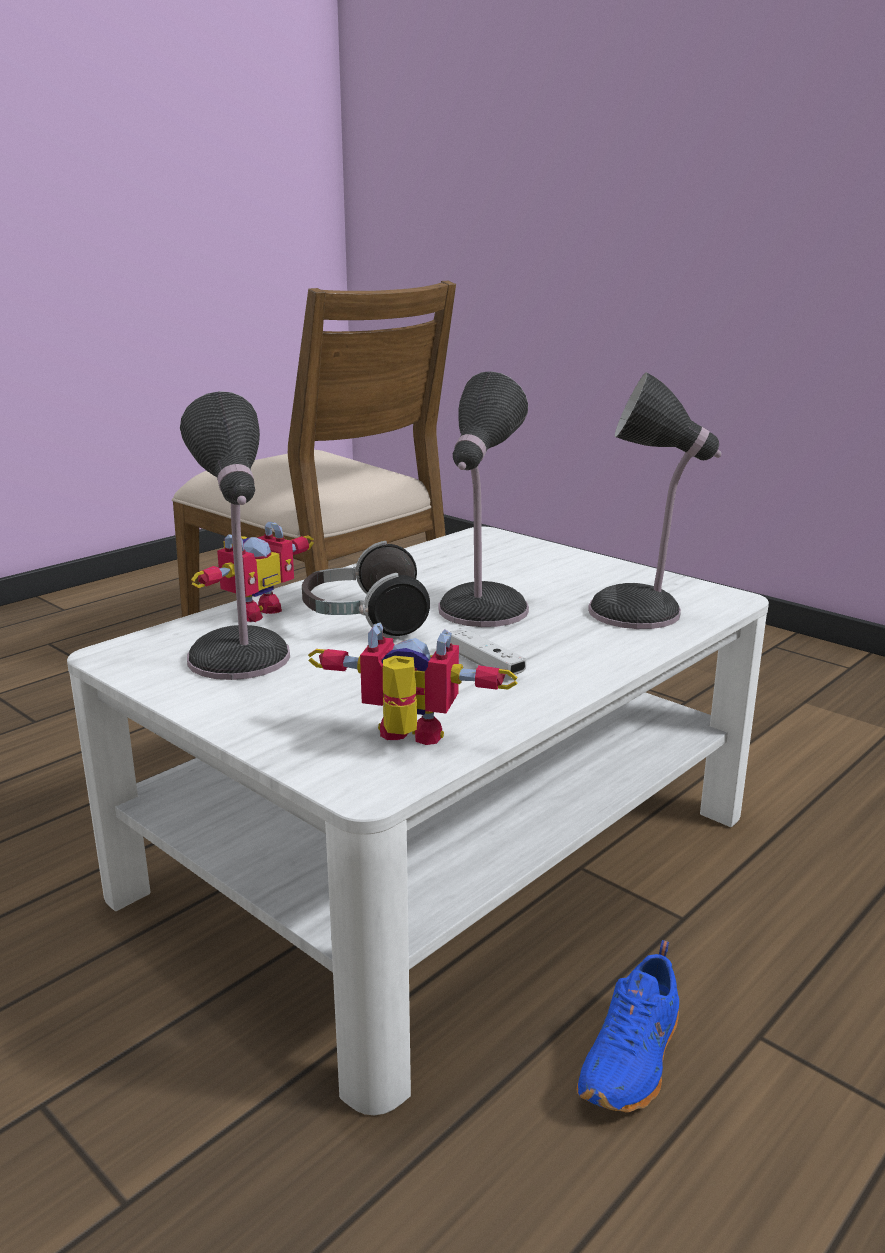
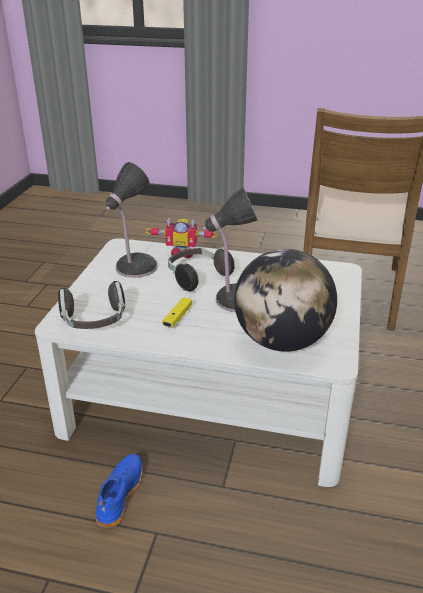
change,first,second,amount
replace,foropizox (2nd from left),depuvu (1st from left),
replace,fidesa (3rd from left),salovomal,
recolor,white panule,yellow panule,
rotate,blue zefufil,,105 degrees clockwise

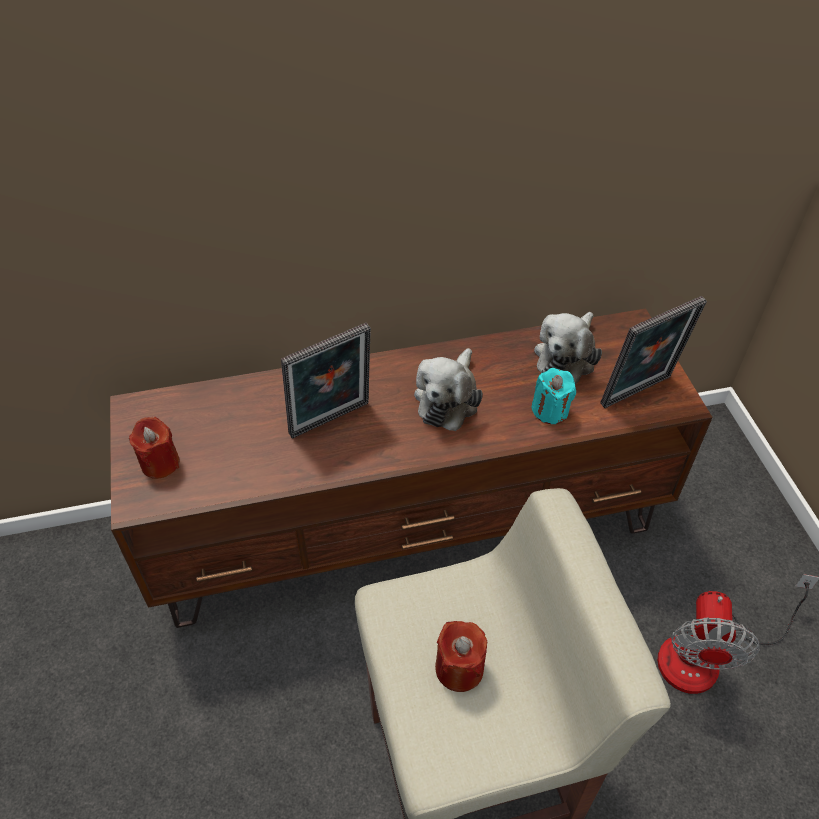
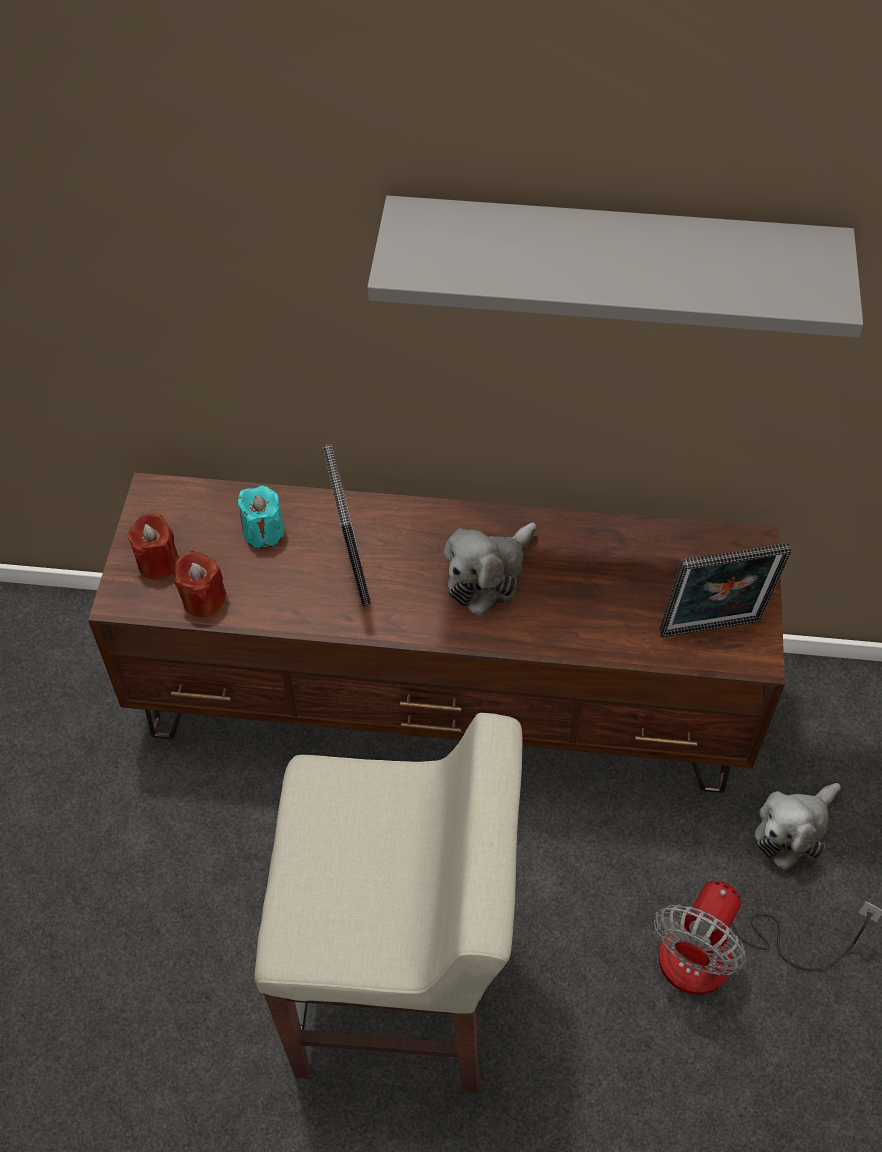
change,first,second,amount
insert,,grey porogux,
move,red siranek (2nd from left),,
move,turquoise siranek,,
move,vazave (2nd from left),,
rotate,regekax (1st from left),,90 degrees clockwise

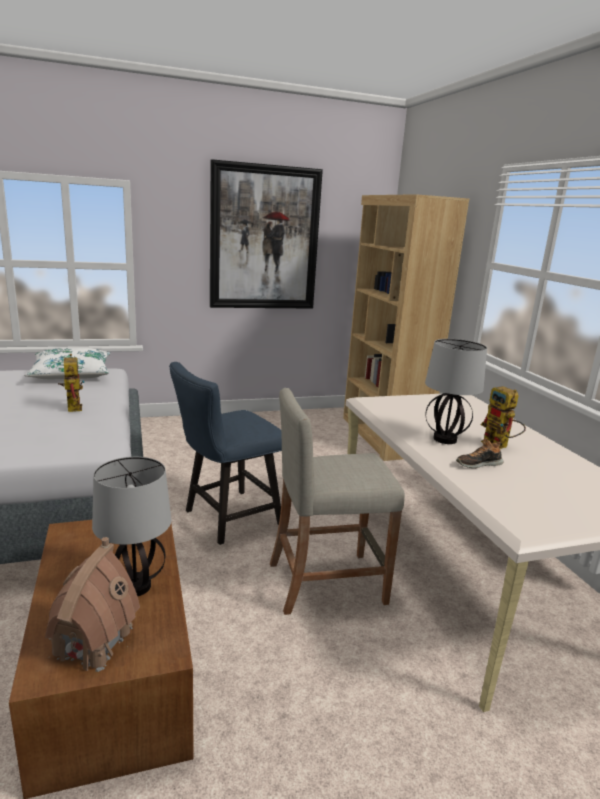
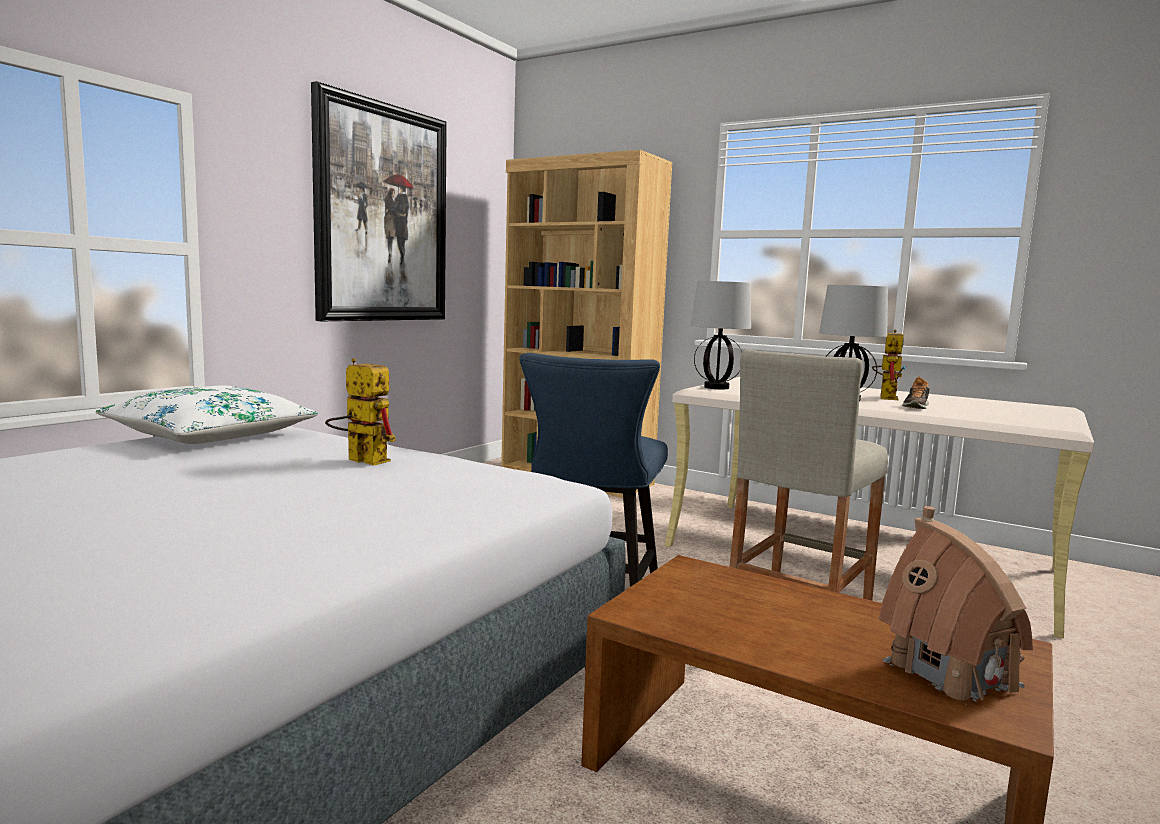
change,first,second,amount
move,fidesa (1st from left),,
rotate,foropizox (2nd from left),,90 degrees counterclockwise

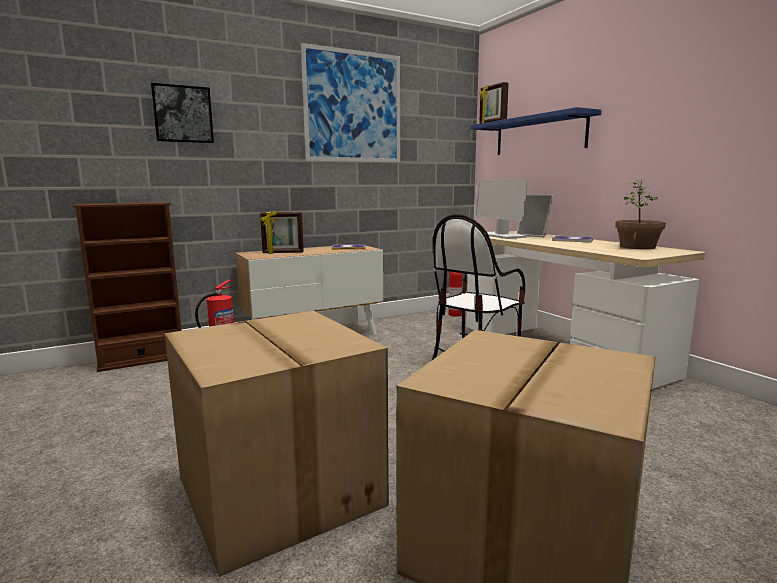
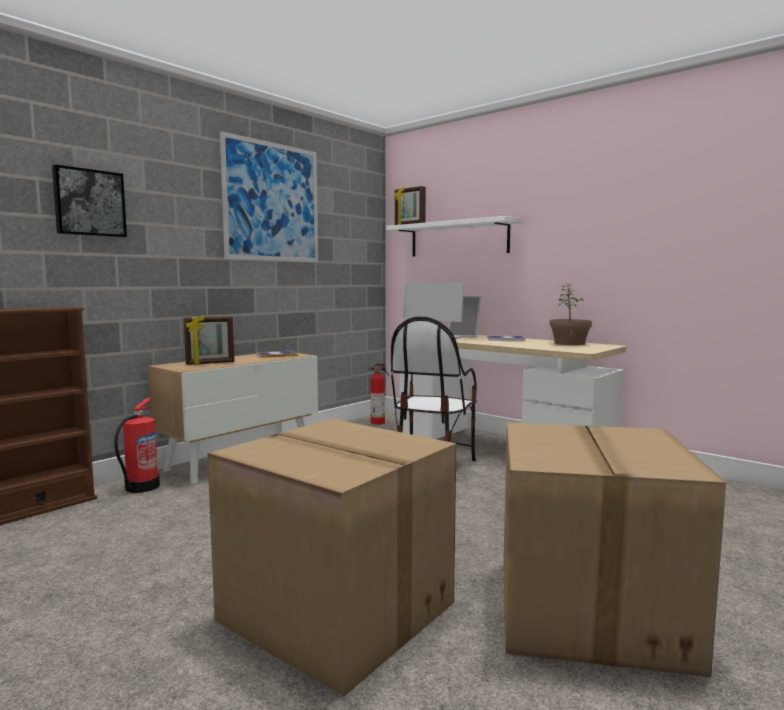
change,first,second,amount
recolor,blue porogux,white porogux,

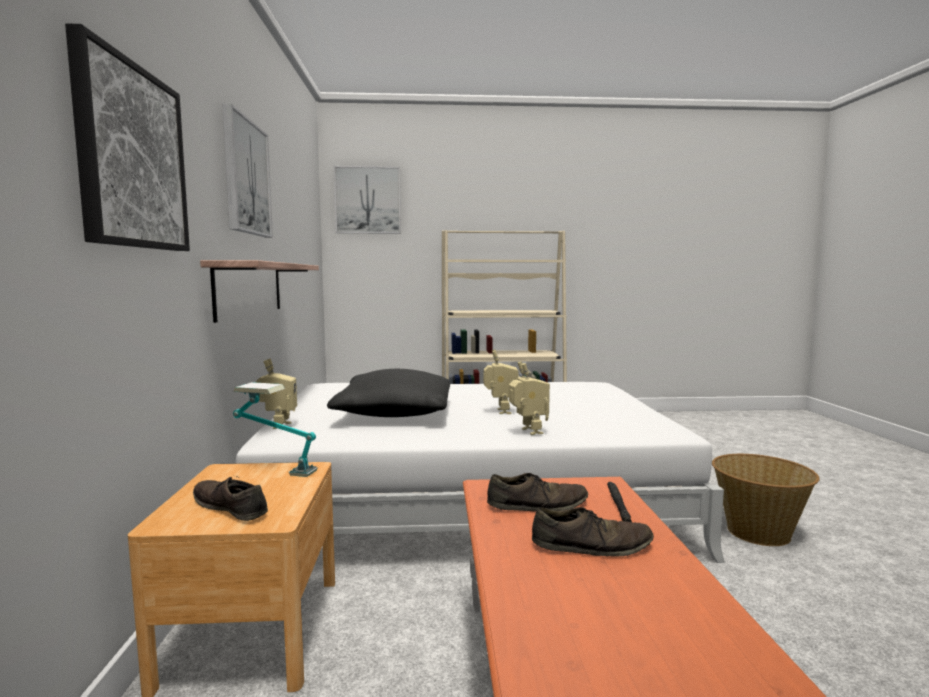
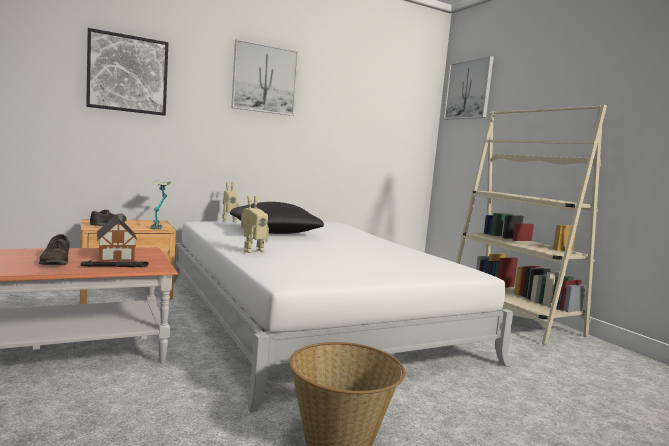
change,first,second,amount
delete,porogux,,
delete,foropizox (2nd from left),,
replace,brown zefufil (2nd from left),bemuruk,

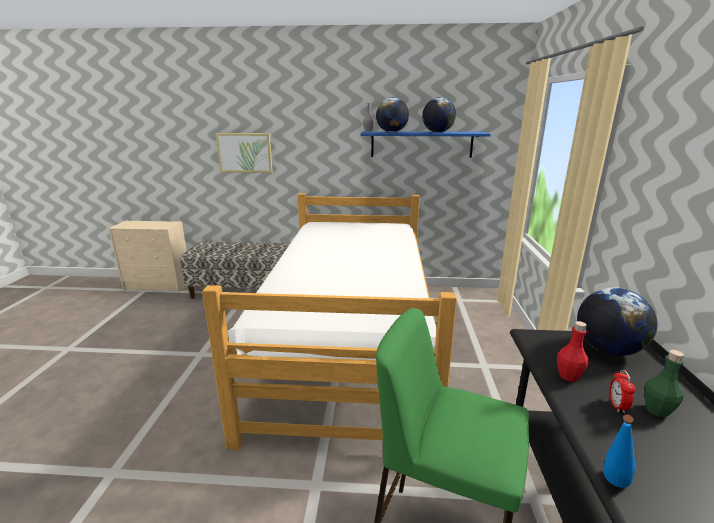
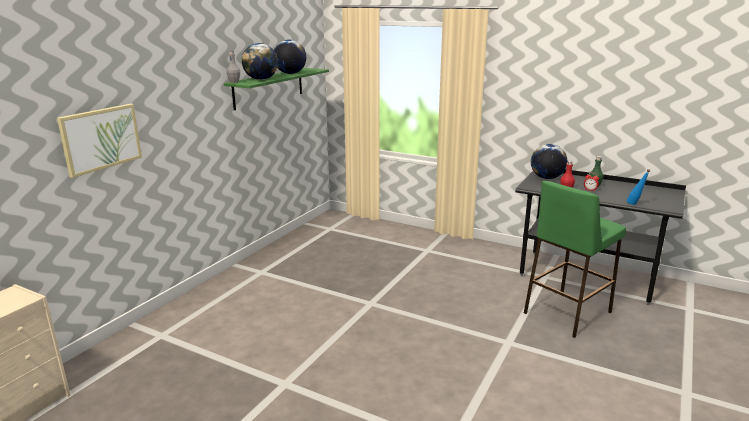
change,first,second,amount
delete,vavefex,,
delete,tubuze,,
recolor,blue porogux,green porogux,

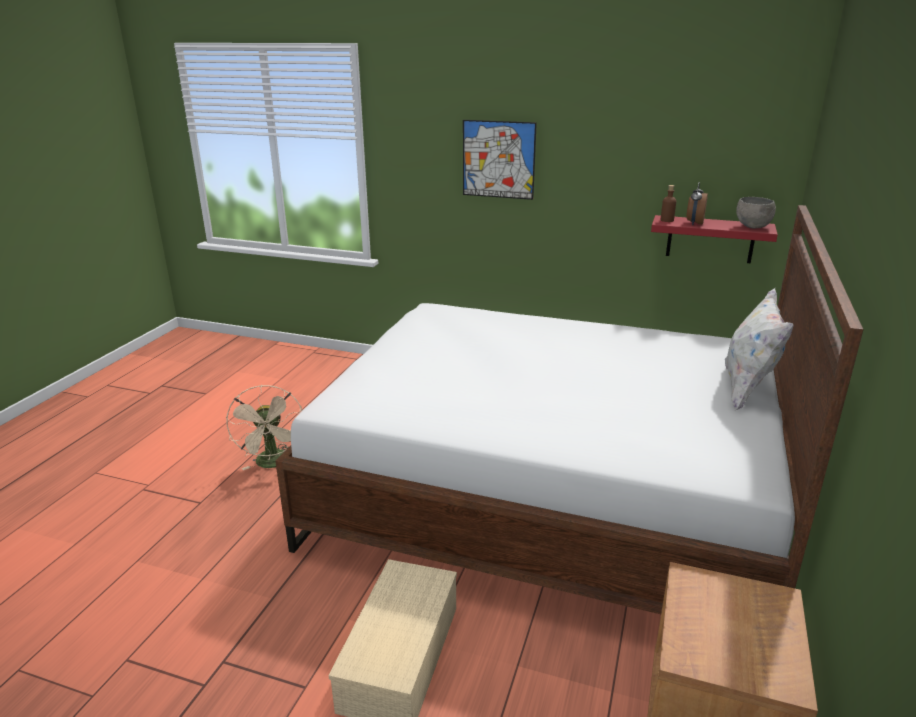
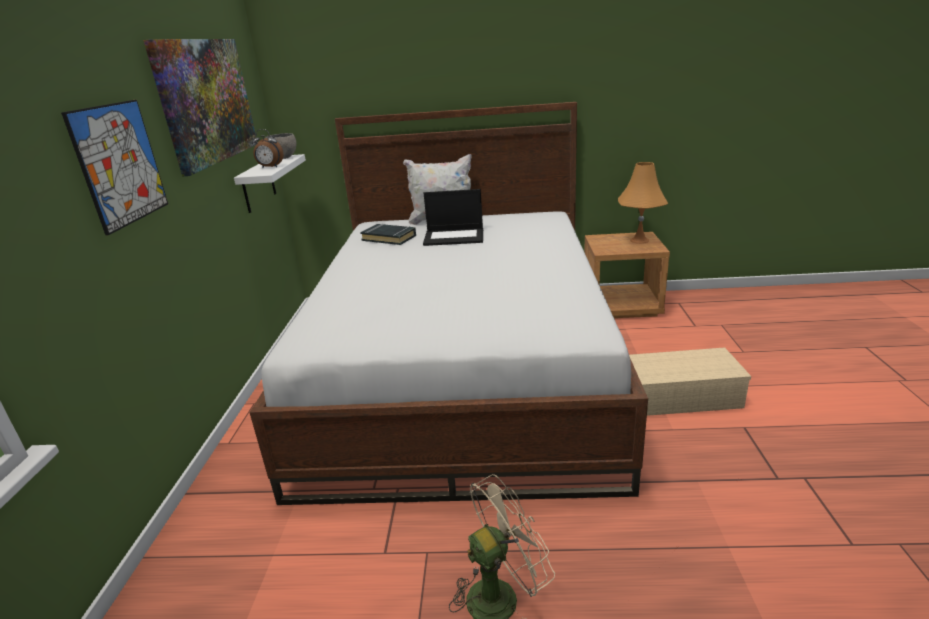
change,first,second,amount
delete,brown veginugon,,
insert,,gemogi (2nd from left),
insert,,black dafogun,
insert,,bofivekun,
insert,,orange fidesa,
recolor,red porogux,white porogux,

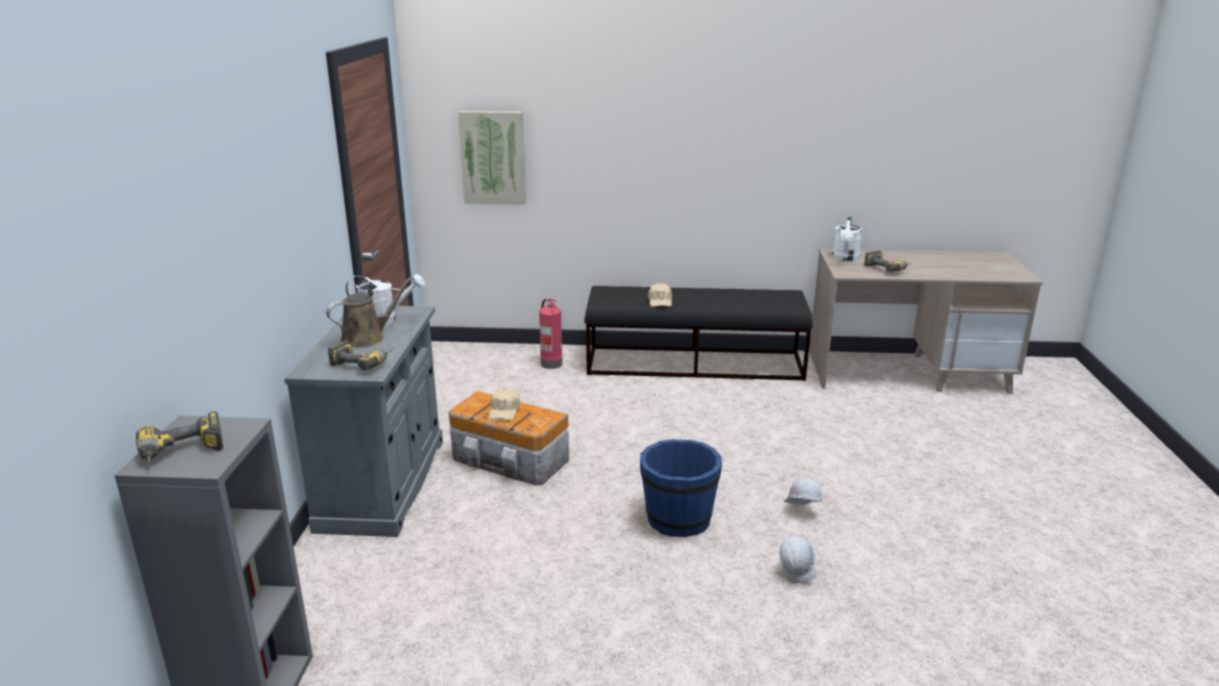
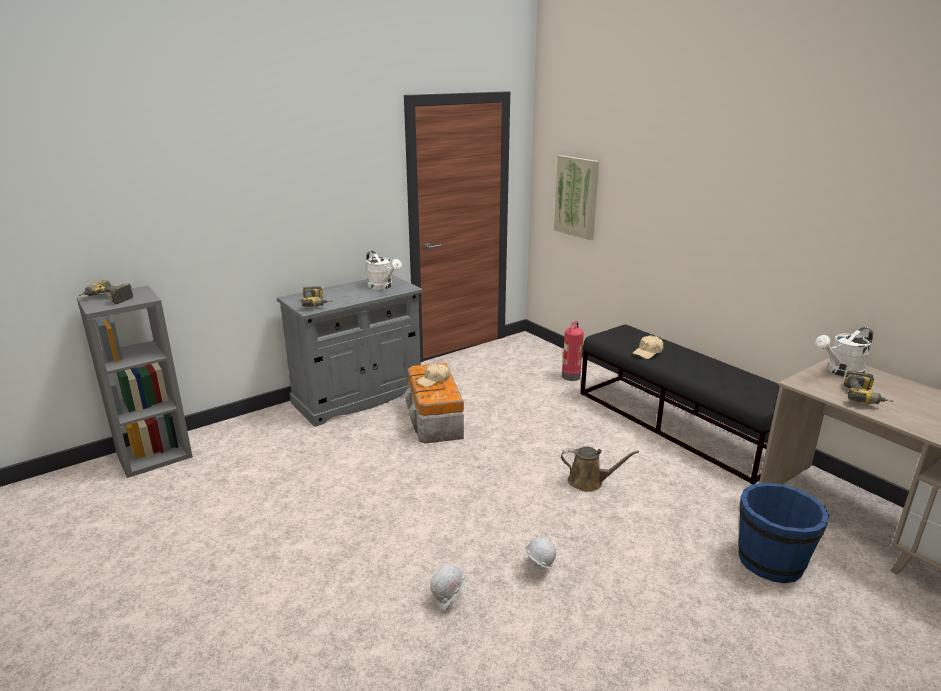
change,first,second,amount
move,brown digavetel,,
move,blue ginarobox,,

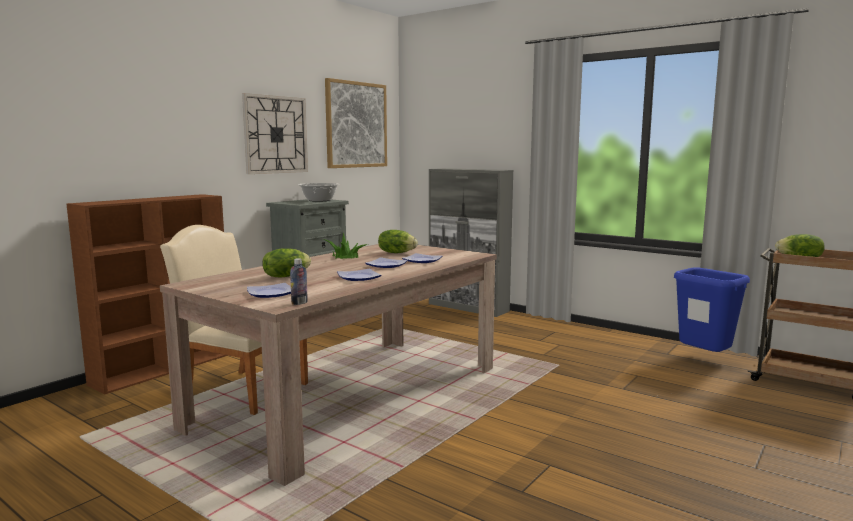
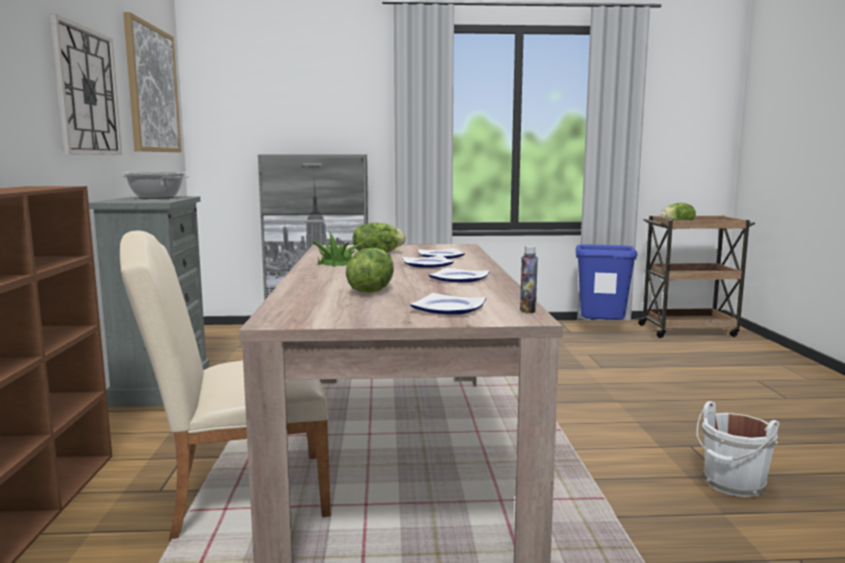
change,first,second,amount
insert,,white ginarobox,

